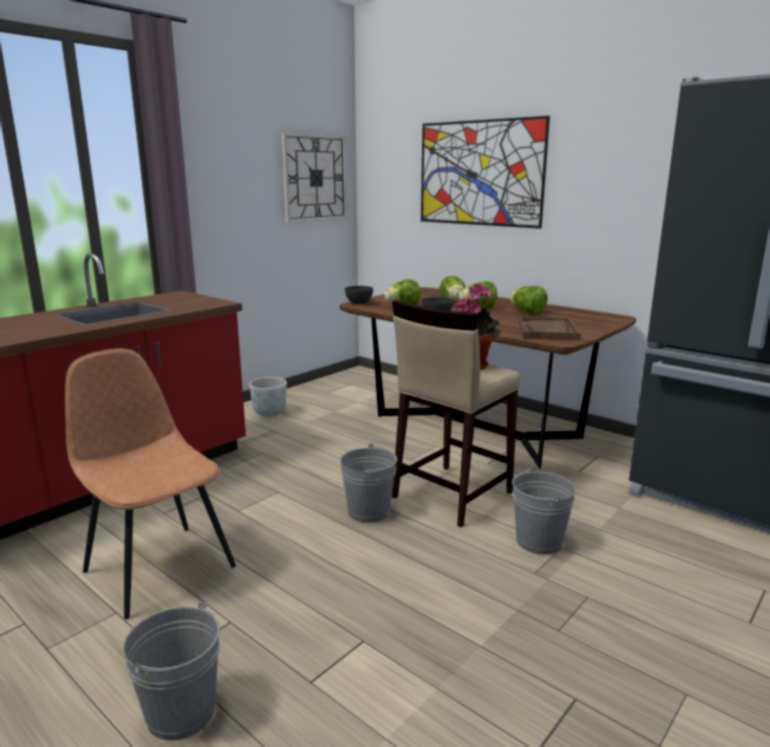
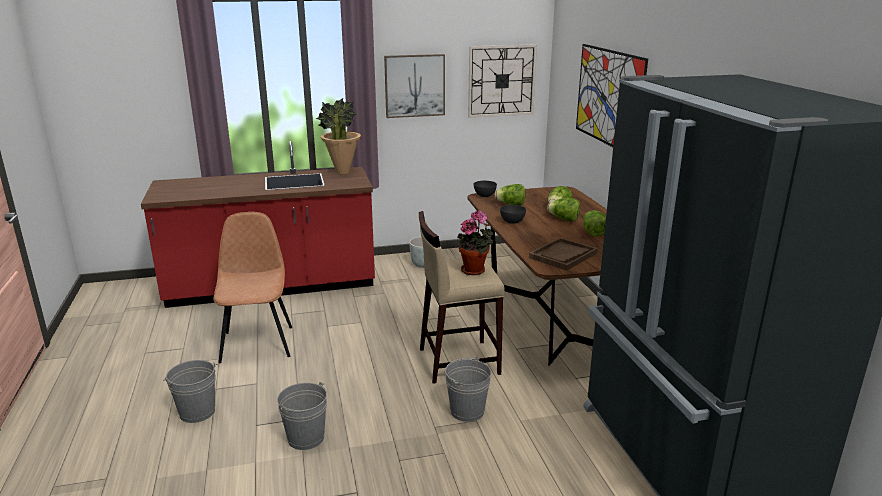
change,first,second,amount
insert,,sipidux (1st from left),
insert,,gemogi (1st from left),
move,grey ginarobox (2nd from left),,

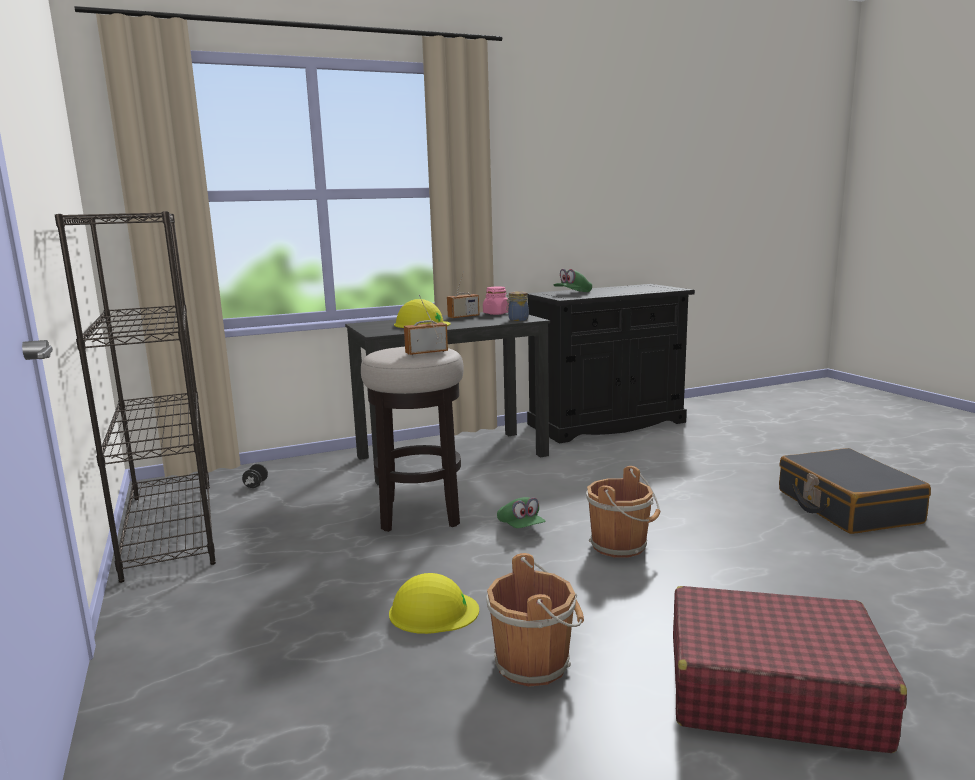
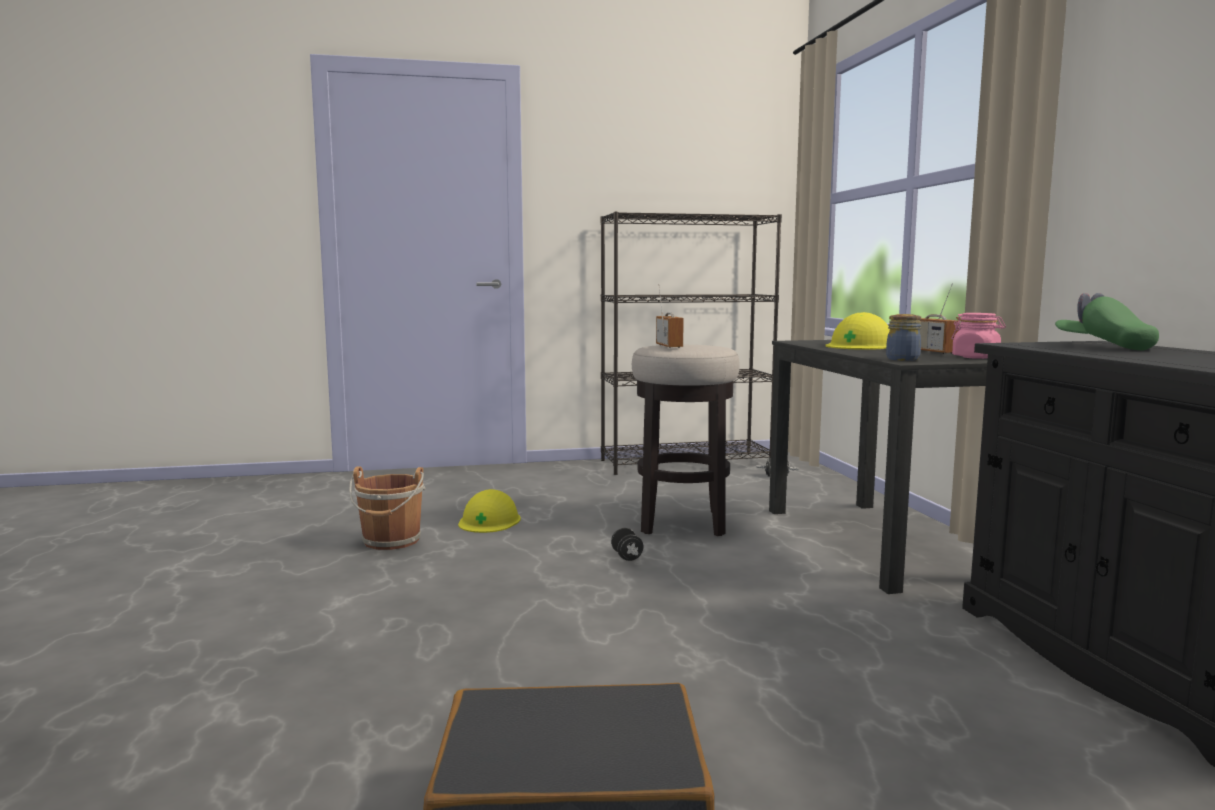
change,first,second,amount
delete,brown ginarobox (2nd from left),,
delete,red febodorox,,
replace,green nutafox (1st from left),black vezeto (1st from left),

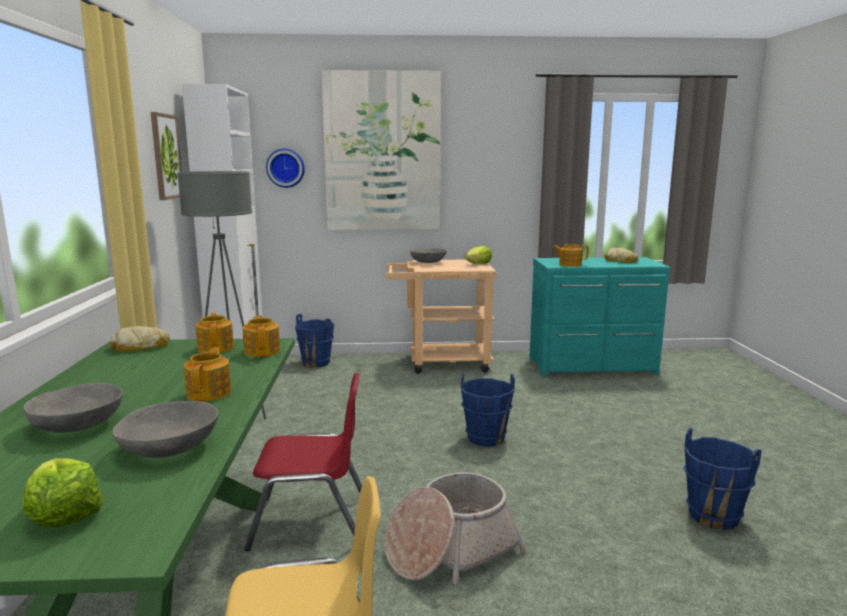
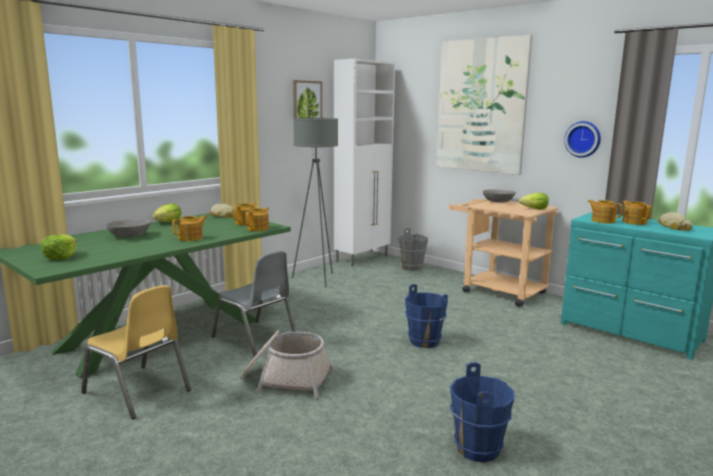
change,first,second,amount
delete,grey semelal (2nd from left),,
insert,,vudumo (2nd from left),
insert,,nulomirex (5th from left),
move,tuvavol,,
recolor,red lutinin,grey lutinin,
recolor,blue ginarobox (1st from left),grey ginarobox,

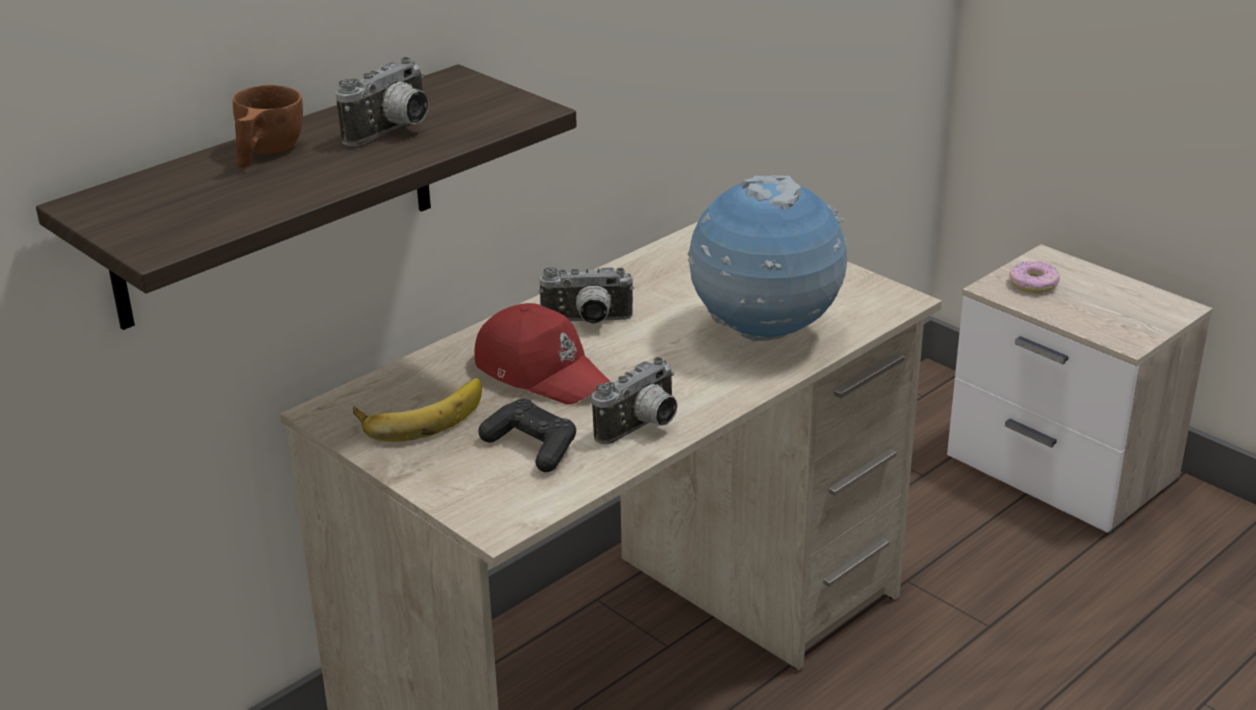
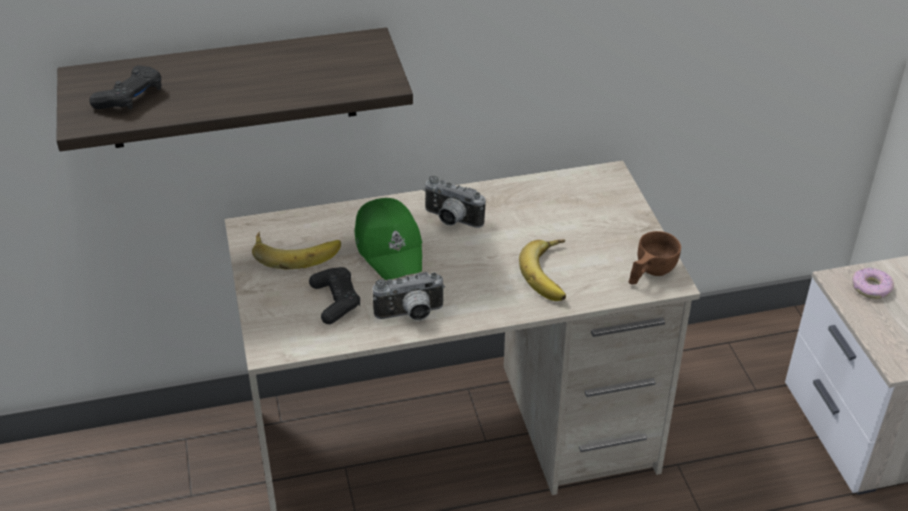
change,first,second,amount
delete,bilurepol (1st from left),,
insert,,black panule (1st from left),
move,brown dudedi,,
replace,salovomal,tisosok (2nd from left),
recolor,red nutafox,green nutafox,

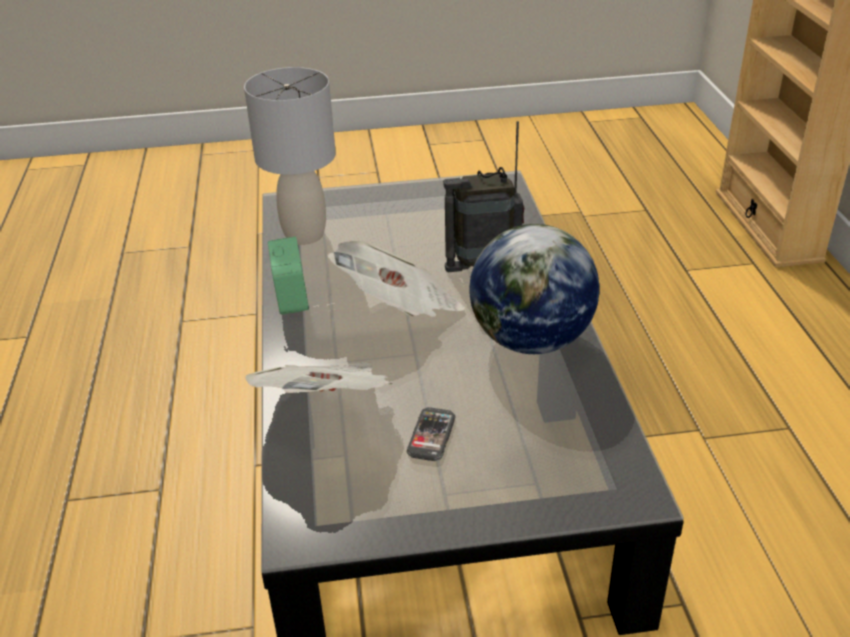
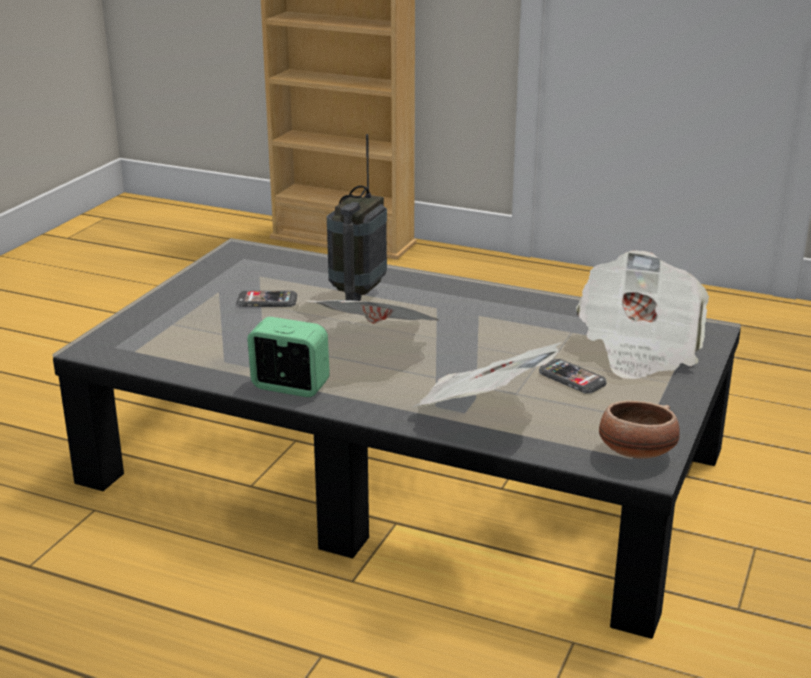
change,first,second,amount
delete,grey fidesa,,
delete,salovomal,,
insert,,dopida (1st from left),
insert,,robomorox (3rd from left),
insert,,semelal,

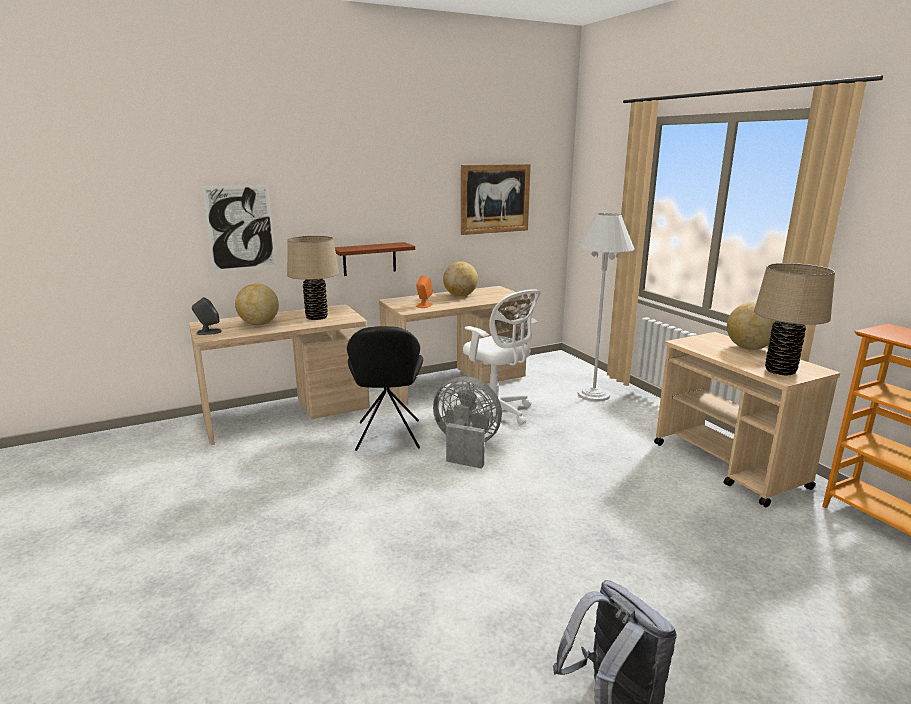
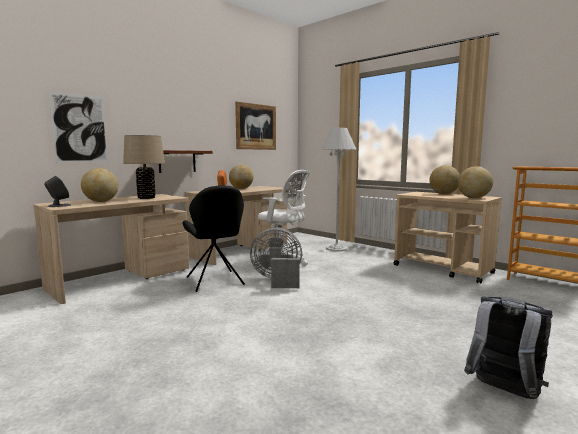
change,first,second,amount
replace,beige fidesa (2nd from left),salovomal (4th from left),

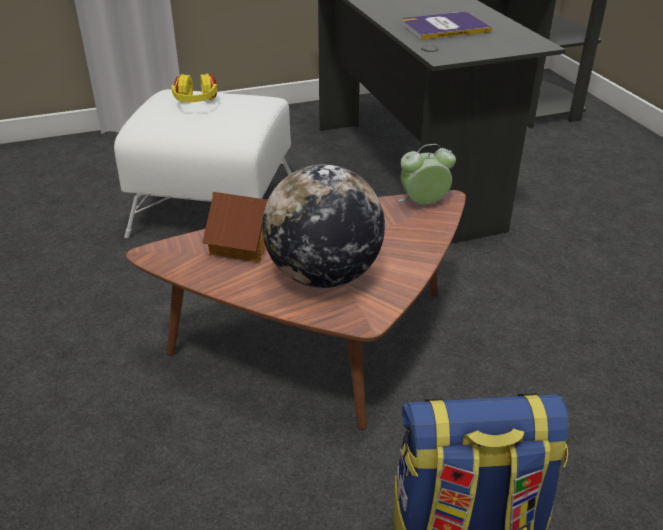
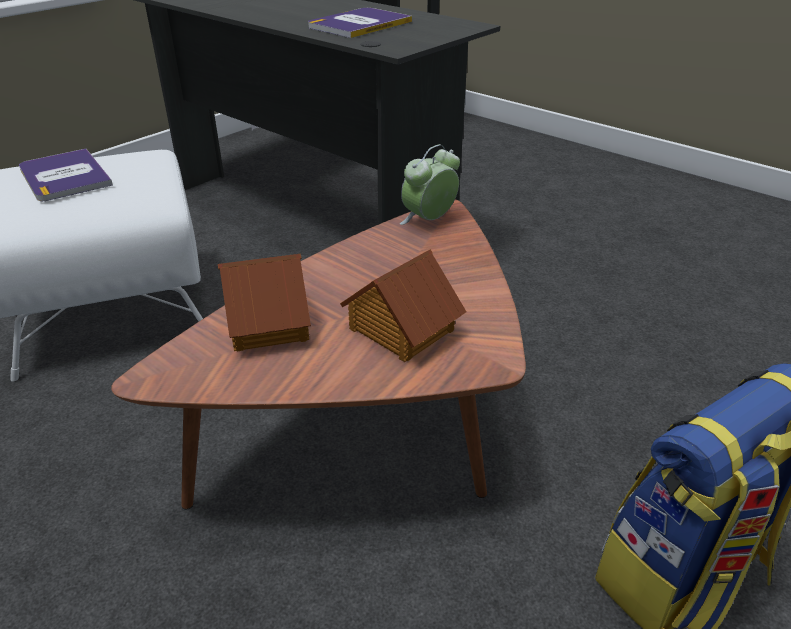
change,first,second,amount
replace,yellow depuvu,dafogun (1st from left),
replace,salovomal,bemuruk (2nd from left),

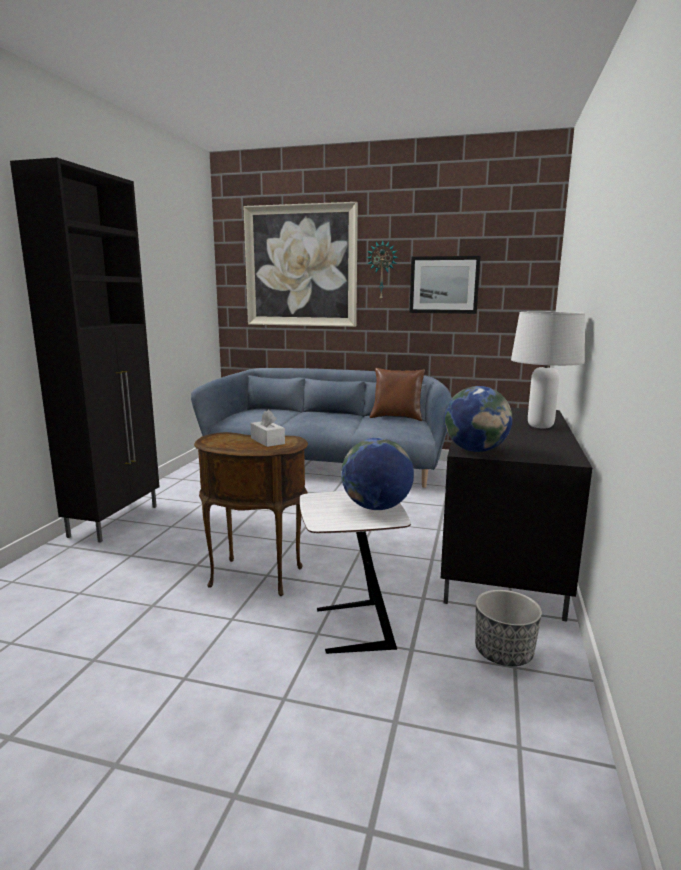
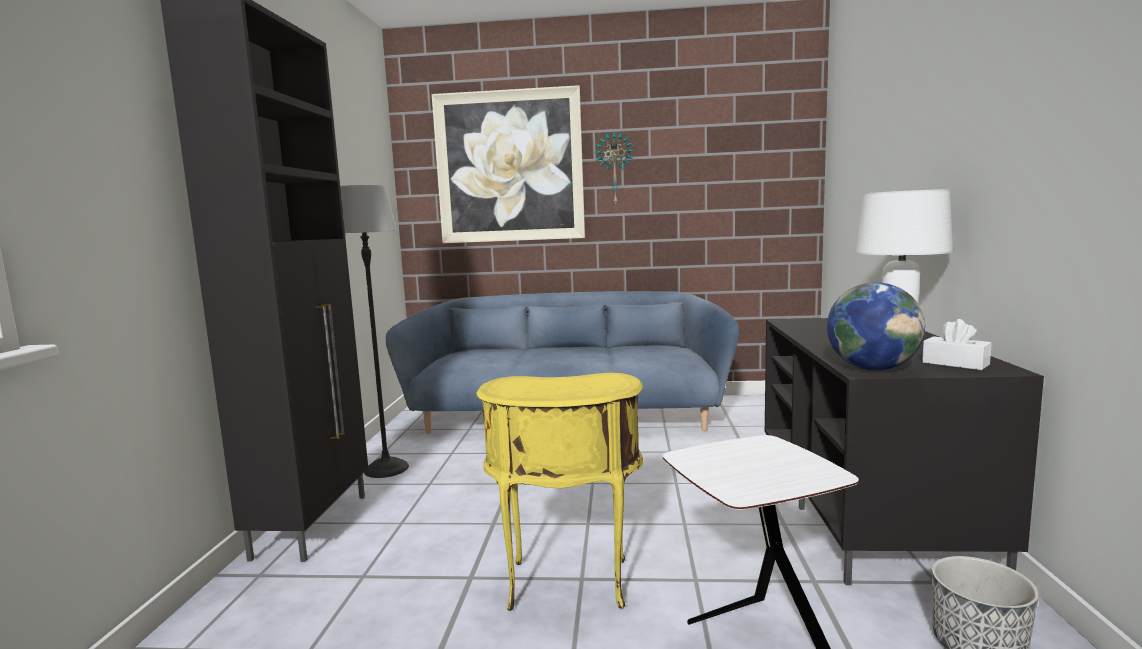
change,first,second,amount
delete,salovomal (1st from left),,
delete,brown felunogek,,
delete,gemogi (2nd from left),,
insert,,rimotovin,
move,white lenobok,,
recolor,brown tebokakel,yellow tebokakel,

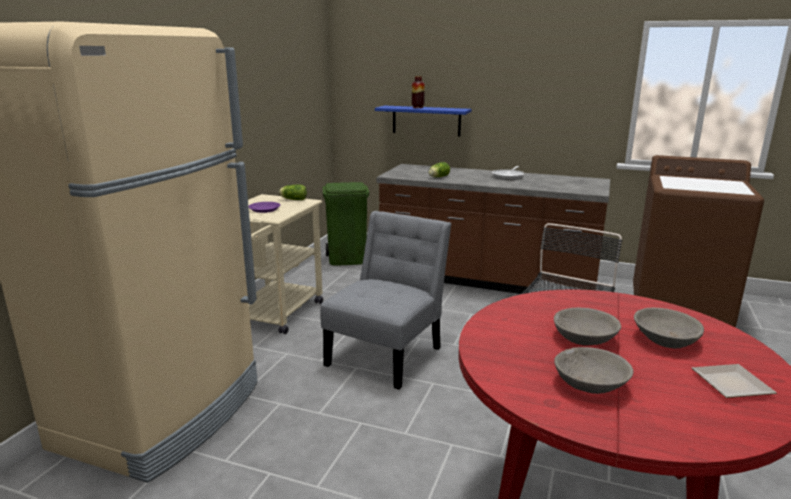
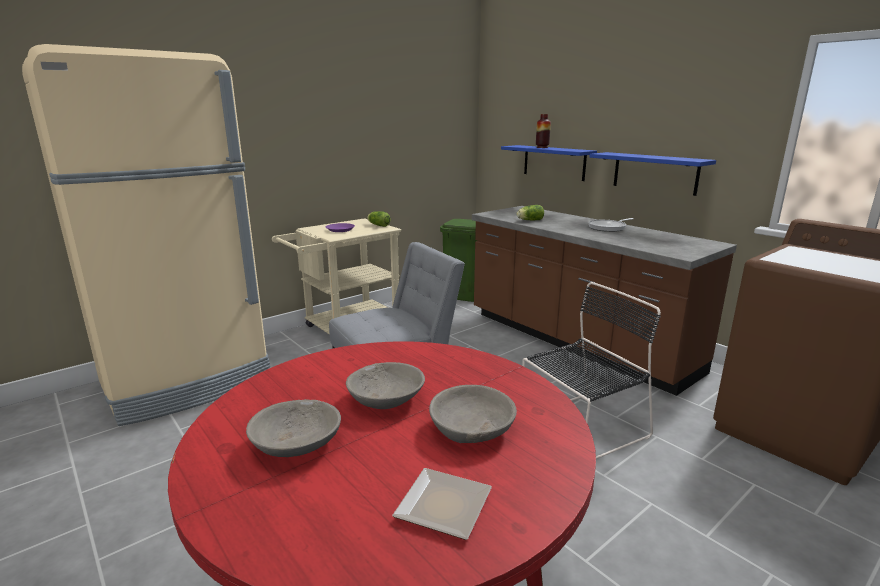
change,first,second,amount
insert,,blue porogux (2nd from left),

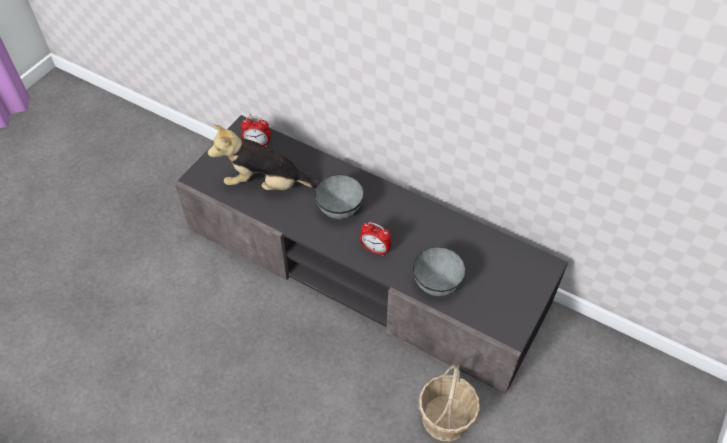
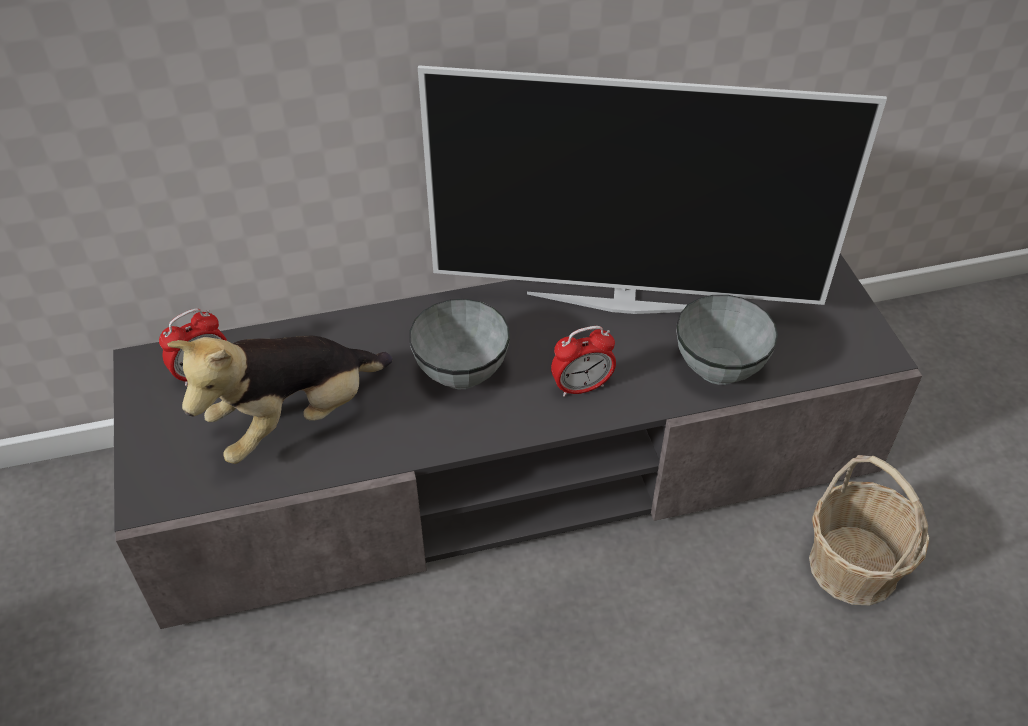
change,first,second,amount
insert,,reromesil,

